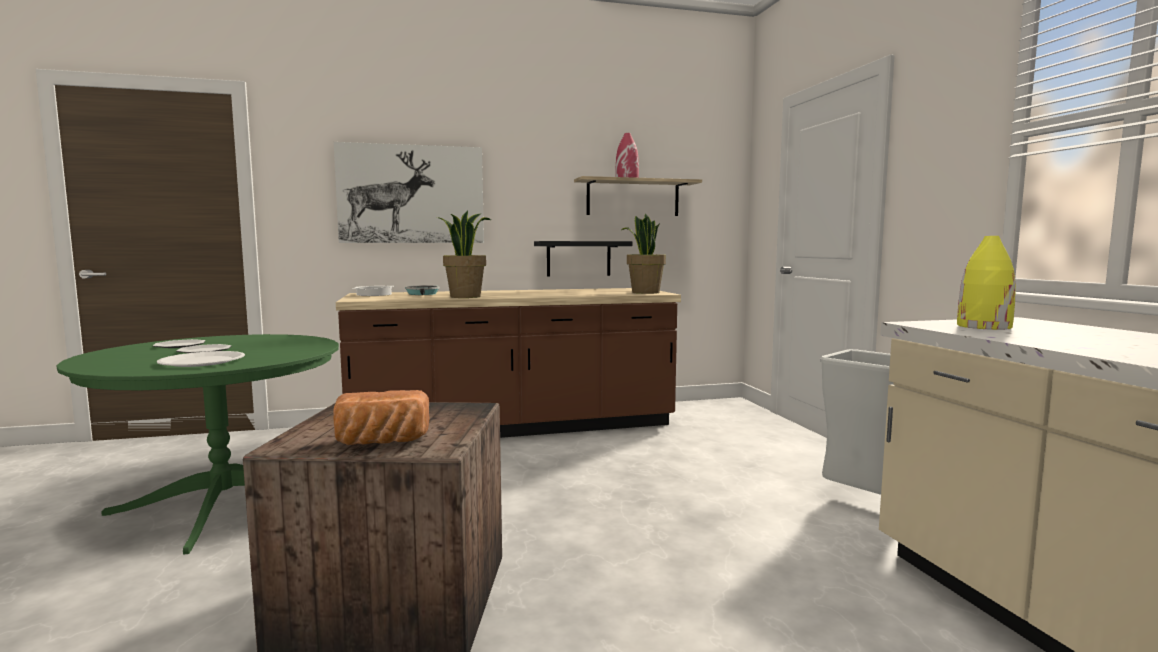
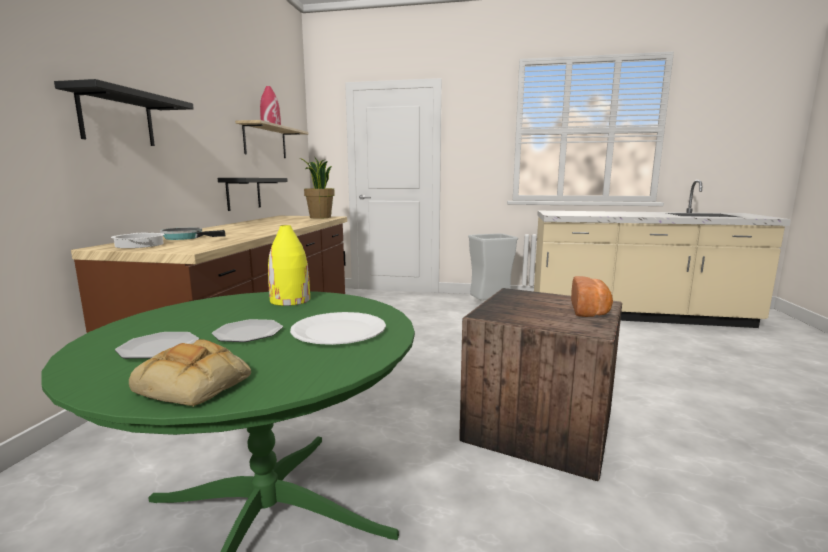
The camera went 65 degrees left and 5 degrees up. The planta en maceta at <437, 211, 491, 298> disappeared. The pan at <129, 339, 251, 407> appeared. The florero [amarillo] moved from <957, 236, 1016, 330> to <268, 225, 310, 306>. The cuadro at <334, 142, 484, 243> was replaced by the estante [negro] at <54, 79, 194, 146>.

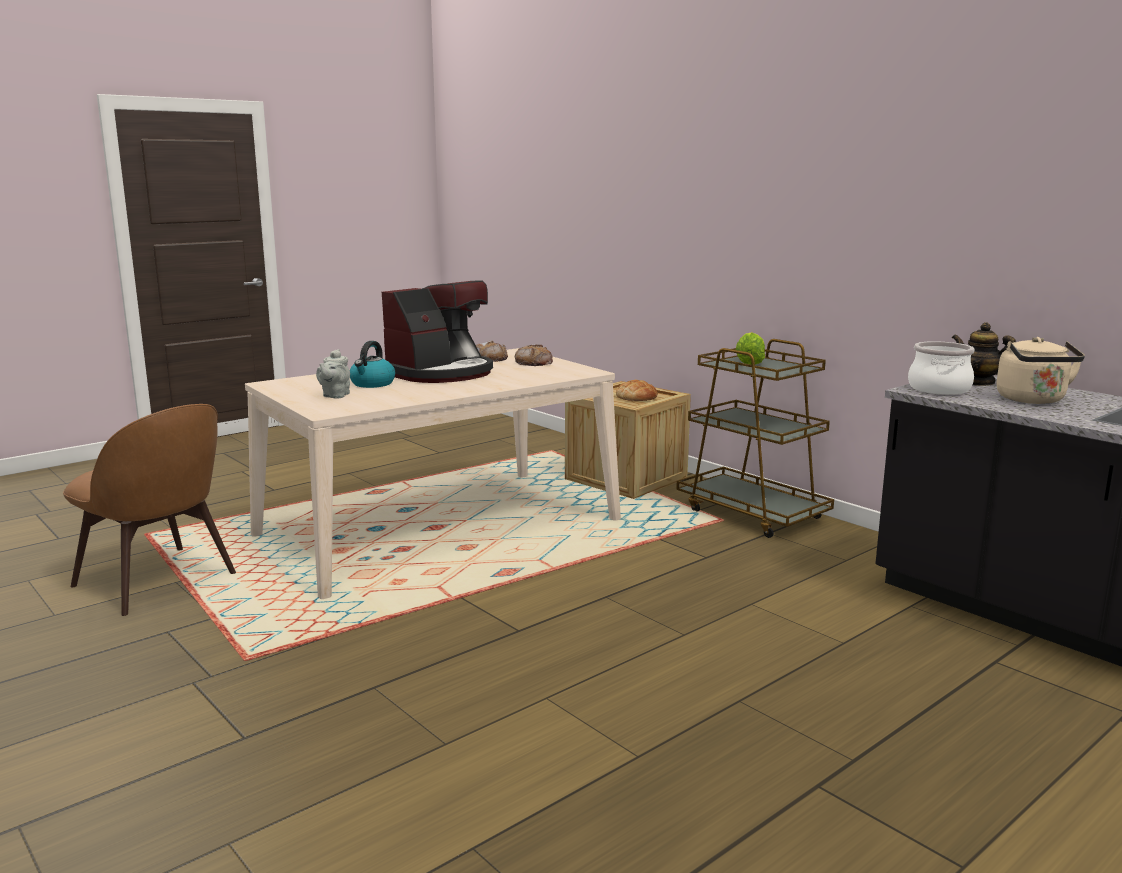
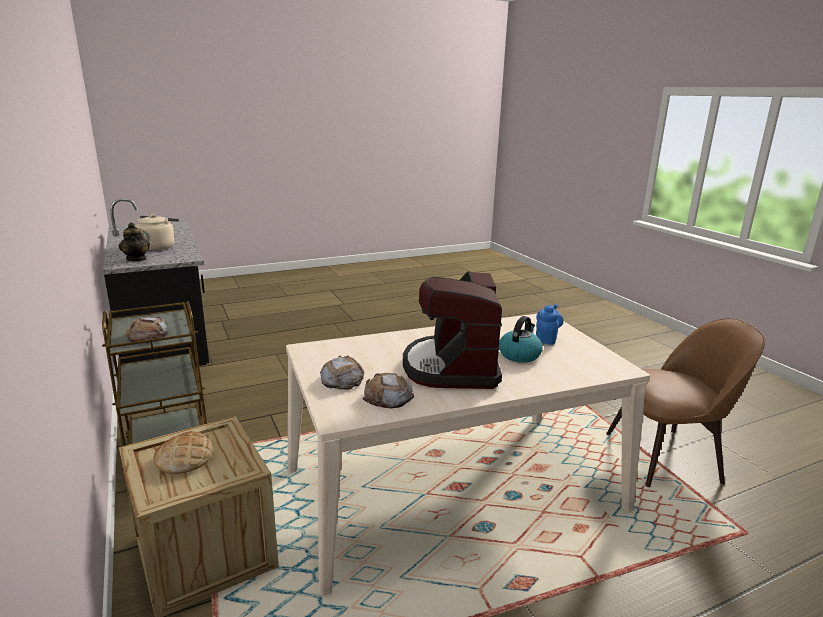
The camera went 165 degrees left and 5 degrees up. The olla at <908, 341, 975, 395> disappeared. The lechuga at <735, 332, 765, 365> was replaced by the pan at <126, 316, 169, 343>. The tetera [gris] at <316, 349, 350, 399> became the tetera [azul] at <536, 304, 563, 345>. The silla [marrón] at <63, 404, 236, 616> turned 120 degrees clockwise. The cafetera at <382, 280, 493, 383> turned 60 degrees counterclockwise.

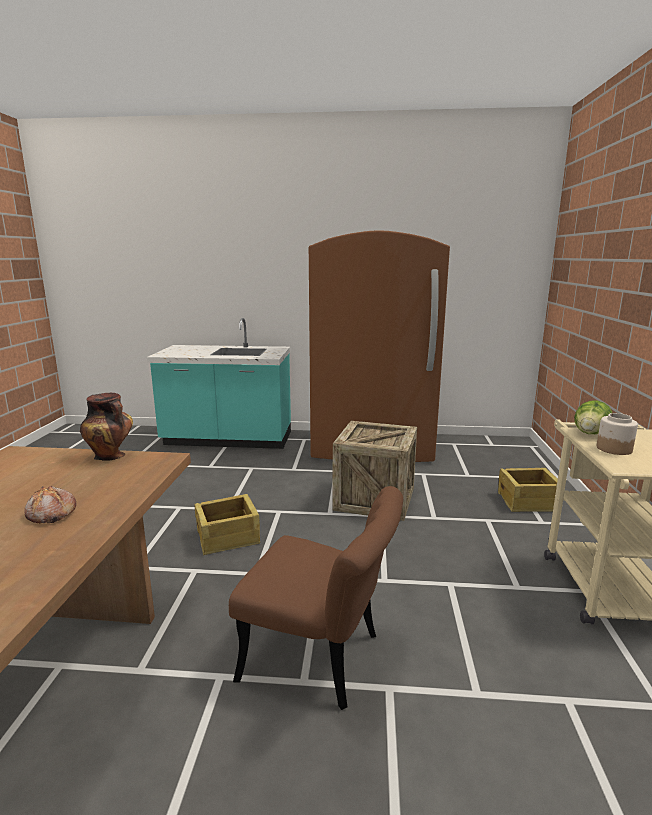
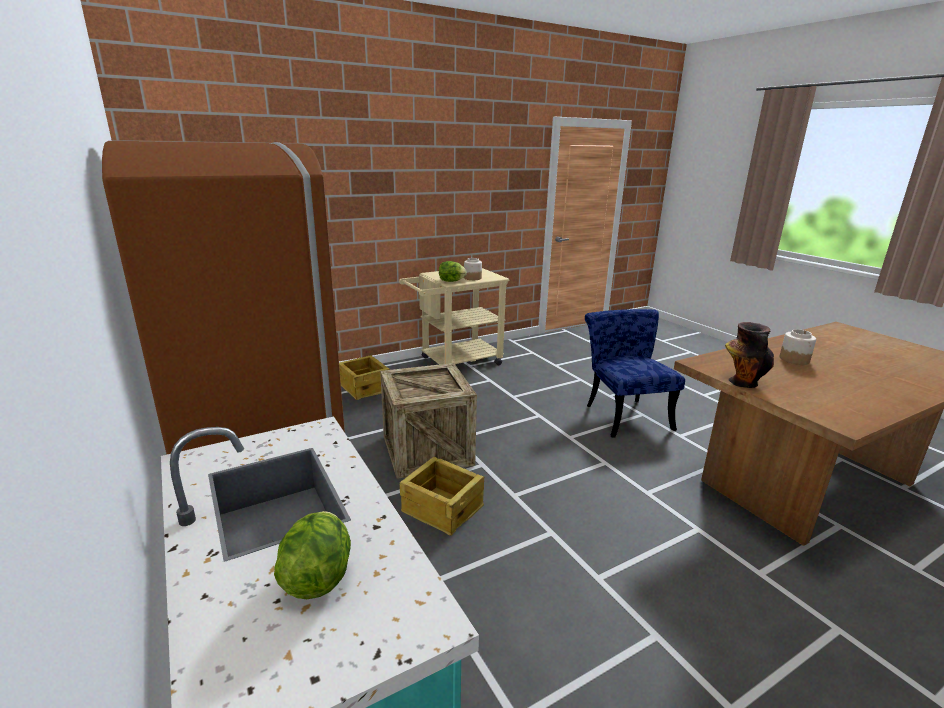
The camera went 125 degrees left and 5 degrees up. The lechuga at <274, 511, 351, 599> appeared. The caja de embalaje moved from <194, 494, 260, 556> to <400, 457, 484, 536>. The pan at <24, 486, 76, 523> was replaced by the tarro at <779, 329, 816, 365>. The silla [marrón] at <229, 486, 403, 710> became the silla [azul] at <585, 309, 685, 438>.

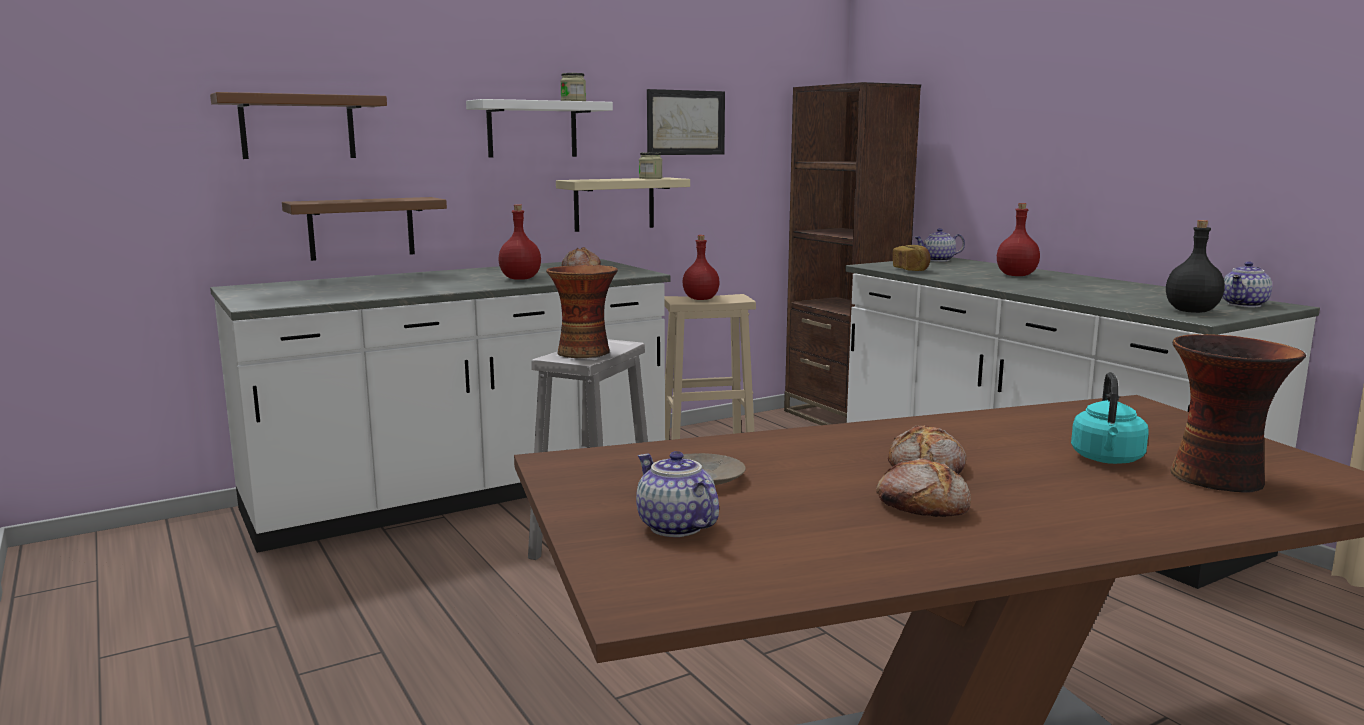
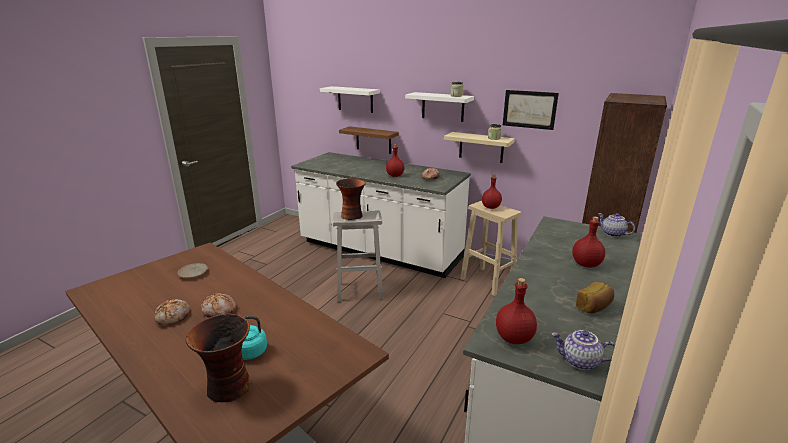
The camera went 60 degrees right and 10 degrees up. The tetera at <636, 451, 719, 537> disappeared. The pan moved from <893, 245, 930, 271> to <576, 282, 614, 314>. The estante [marrón] at <210, 92, 387, 159> became the estante [blanco] at <320, 86, 380, 113>. The botella [negro] at <1166, 220, 1225, 313> became the botella [rojo] at <496, 278, 537, 344>.

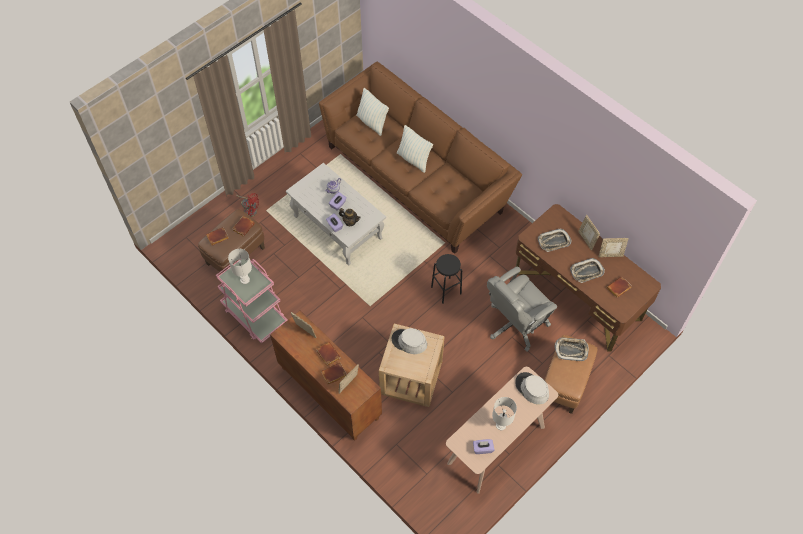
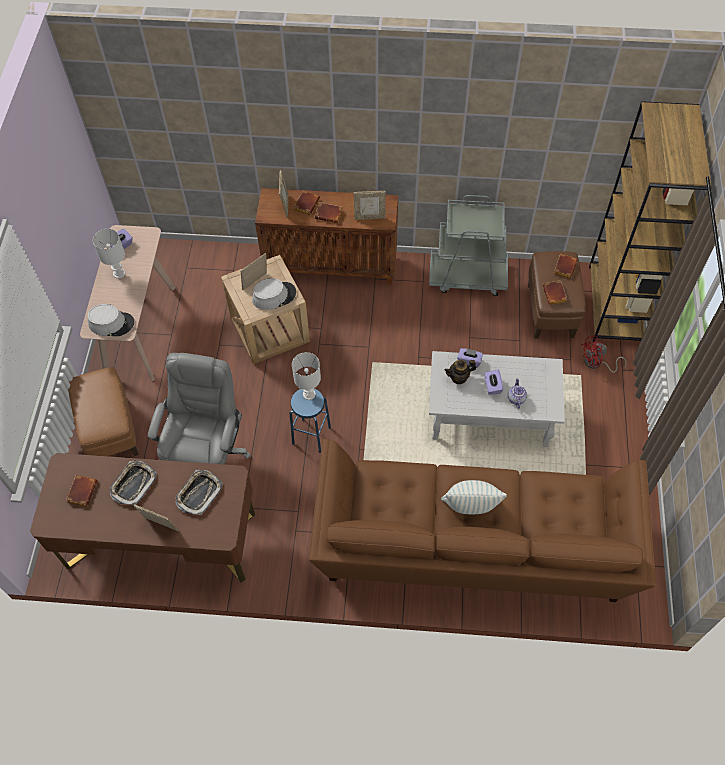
The camera went 140 degrees right and 0 degrees up. The cojín at <356, 88, 389, 136> disappeared. The bandeja at <554, 338, 589, 361> disappeared. The estantería [marrón] at <589, 101, 711, 342> appeared. The lámpara de mesa [blanco] moved from <228, 249, 252, 284> to <292, 352, 321, 400>. The portarretratos moved from <599, 238, 629, 257> to <240, 253, 267, 290>. The carrito [rosa] at <216, 259, 287, 343> became the carrito [gris] at <429, 195, 508, 296>. The taburete [negro] at <431, 254, 462, 304> became the taburete [azul] at <290, 389, 331, 453>.

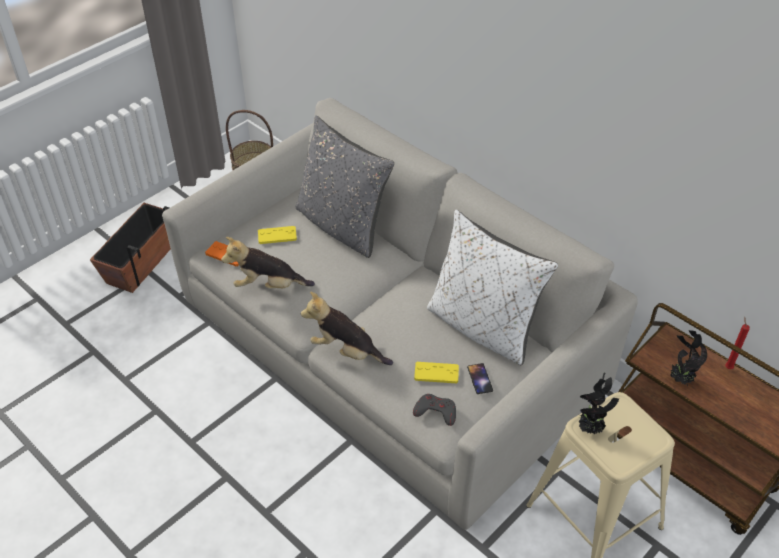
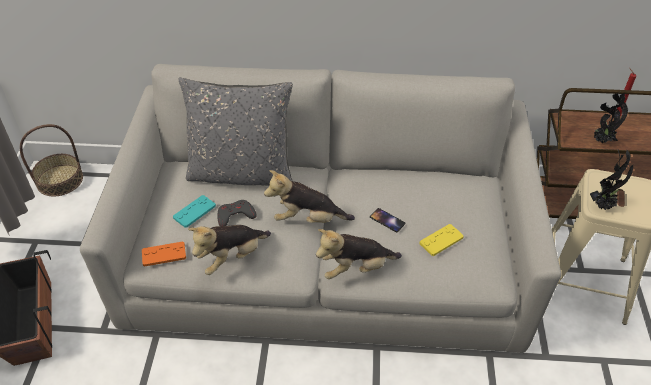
The camera went 40 degrees left and 0 degrees up. The cojín [blanco] at <427, 210, 558, 366> disappeared. The peluche at <264, 170, 355, 223> appeared. The mando de consola [gris] moved from <413, 394, 456, 426> to <217, 200, 257, 226>. The móvil moved from <467, 363, 493, 394> to <370, 208, 406, 232>. The mando de consola [amarillo] at <258, 226, 297, 244> became the mando de consola [turquesa] at <173, 195, 216, 228>.

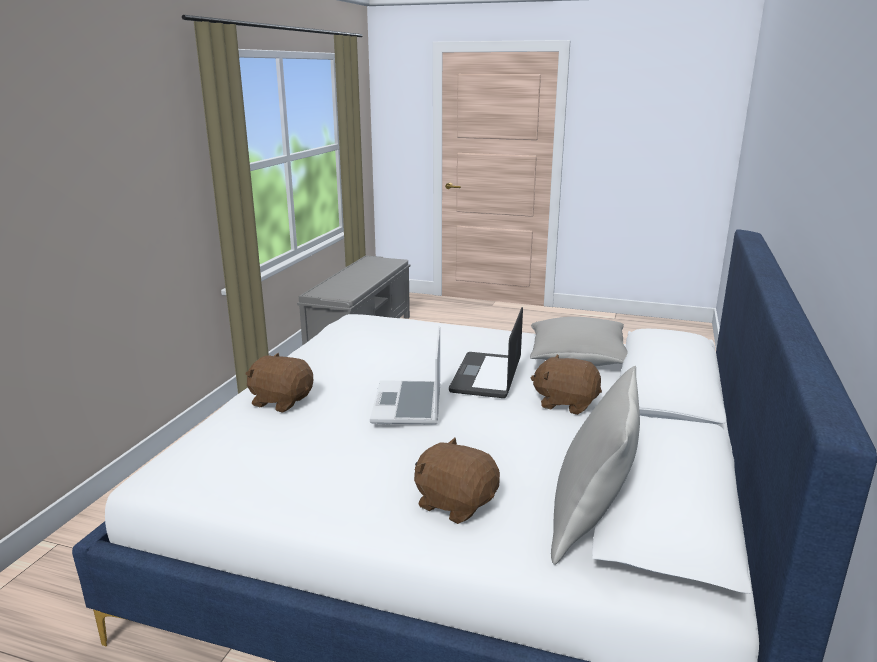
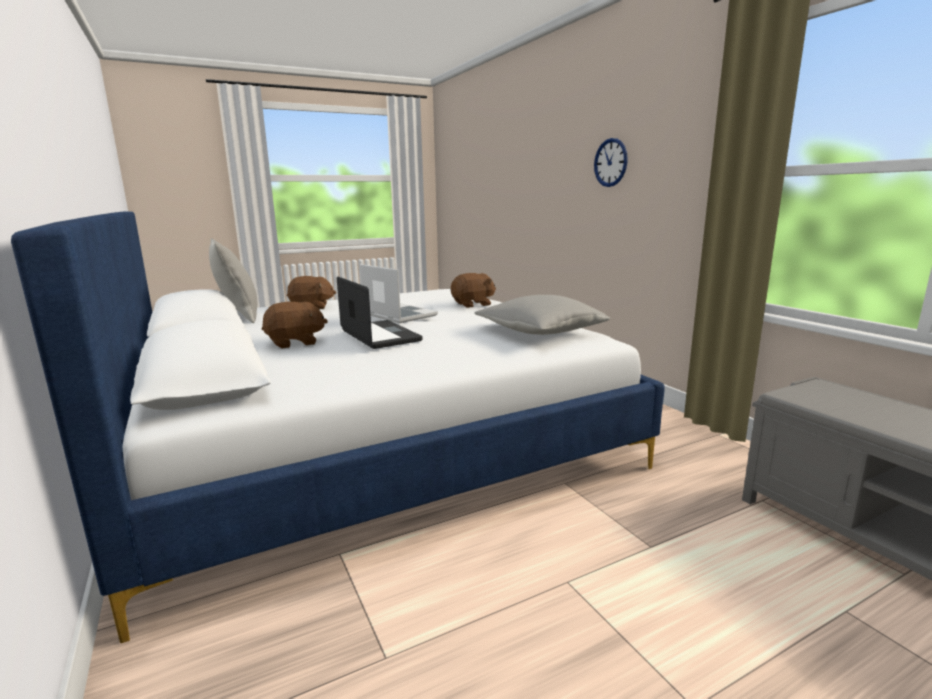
The camera went 135 degrees right and 5 degrees down. The reloj de pared at <594, 138, 628, 187> appeared. The cojín [gris] moved from <530, 317, 628, 366> to <475, 295, 610, 335>.

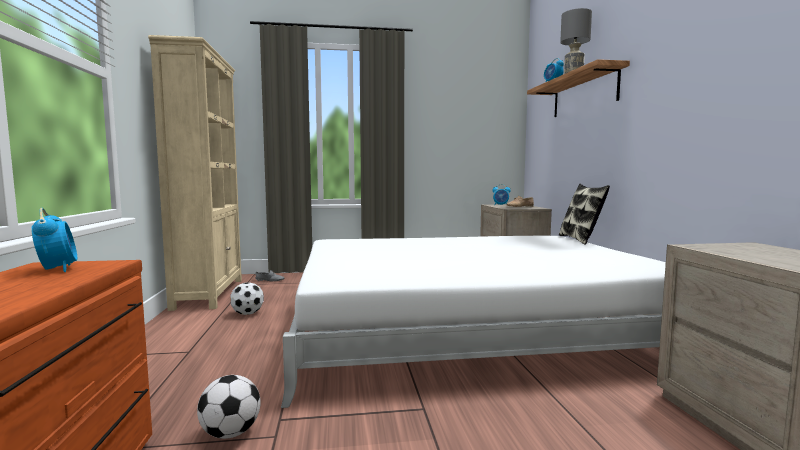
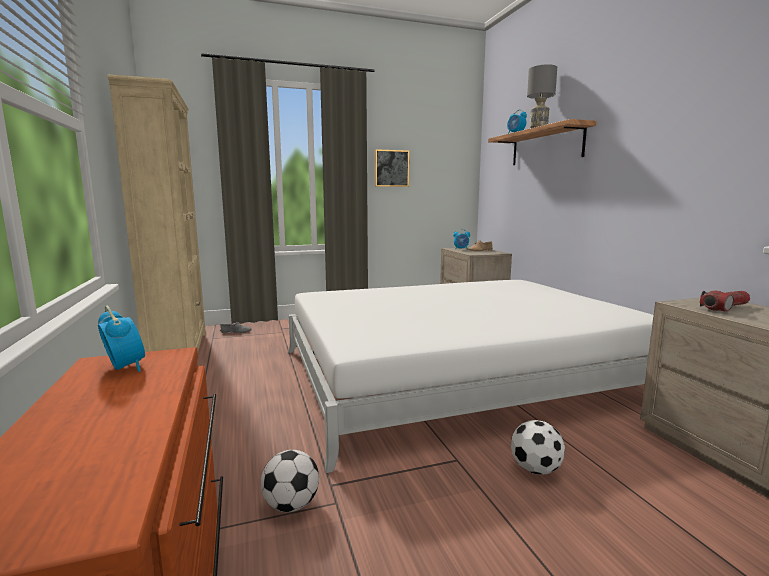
The camera went 10 degrees left and 5 degrees up. The cojín at <559, 184, 610, 245> disappeared. The cuadro at <375, 149, 409, 187> appeared. The linterna at <700, 290, 750, 312> appeared. The balón de fútbol moved from <230, 282, 264, 315> to <511, 420, 565, 475>.

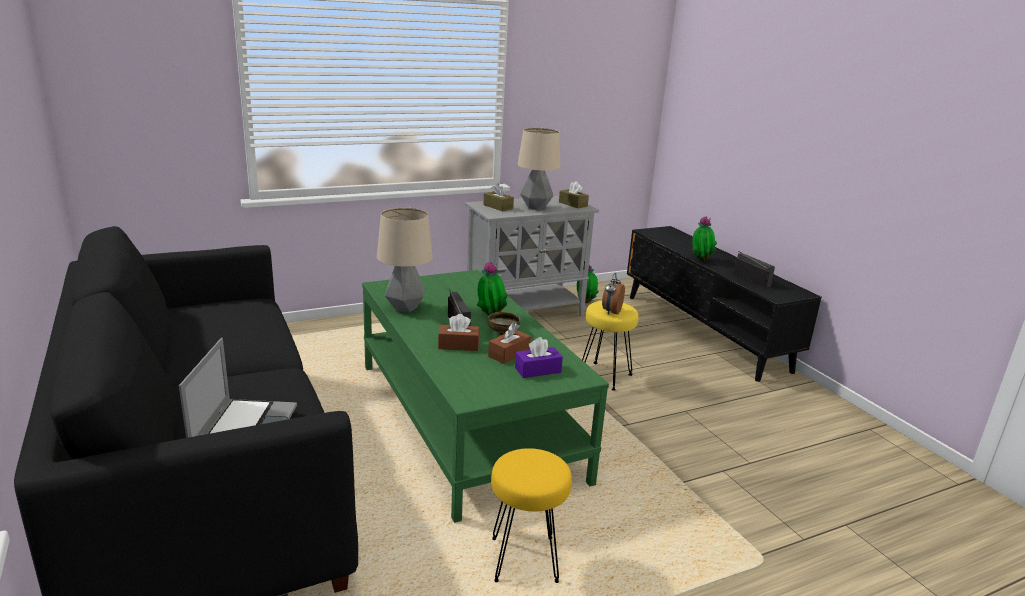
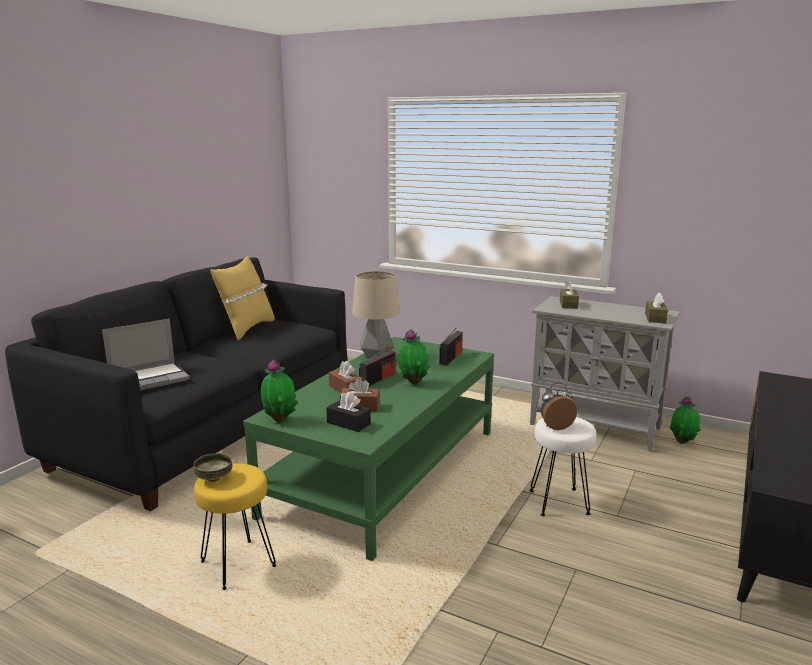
The camera went 55 degrees right and 5 degrees down. The lámpara de mesa at <518, 128, 560, 210> disappeared. The cojín [amarillo] at <210, 256, 275, 340> appeared. The cuenco moved from <488, 312, 520, 335> to <193, 453, 232, 482>. The planta en maceta moved from <692, 216, 717, 261> to <261, 360, 298, 422>. The radio moved from <734, 251, 775, 288> to <439, 328, 463, 366>. The caja de pañuelos [morado] at <515, 337, 563, 378> became the caja de pañuelos [negro] at <326, 392, 371, 432>. The taburete [amarillo] at <582, 301, 638, 391> became the taburete [blanco] at <529, 417, 597, 516>.

